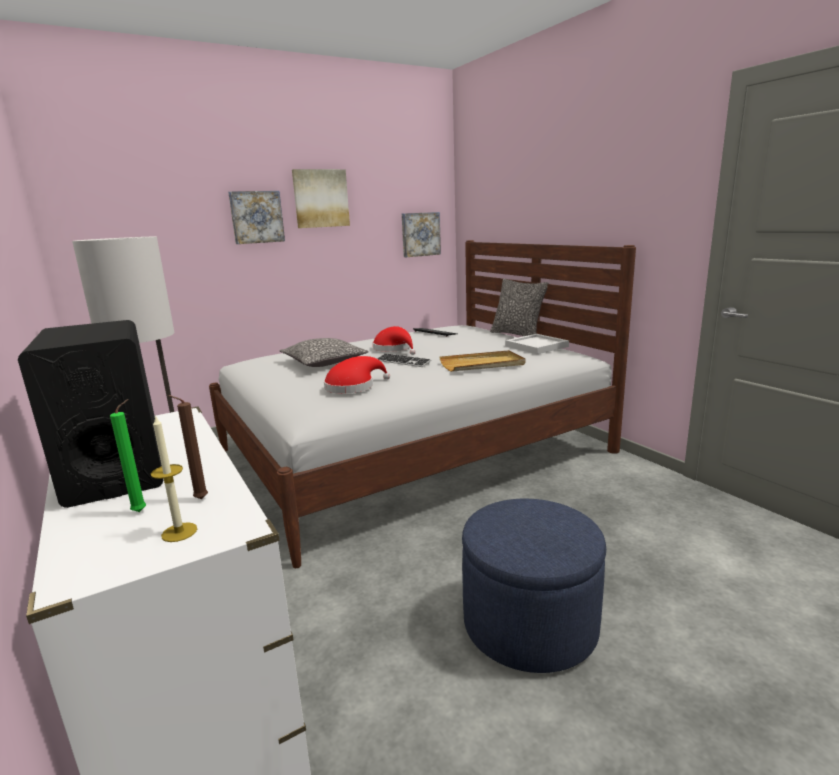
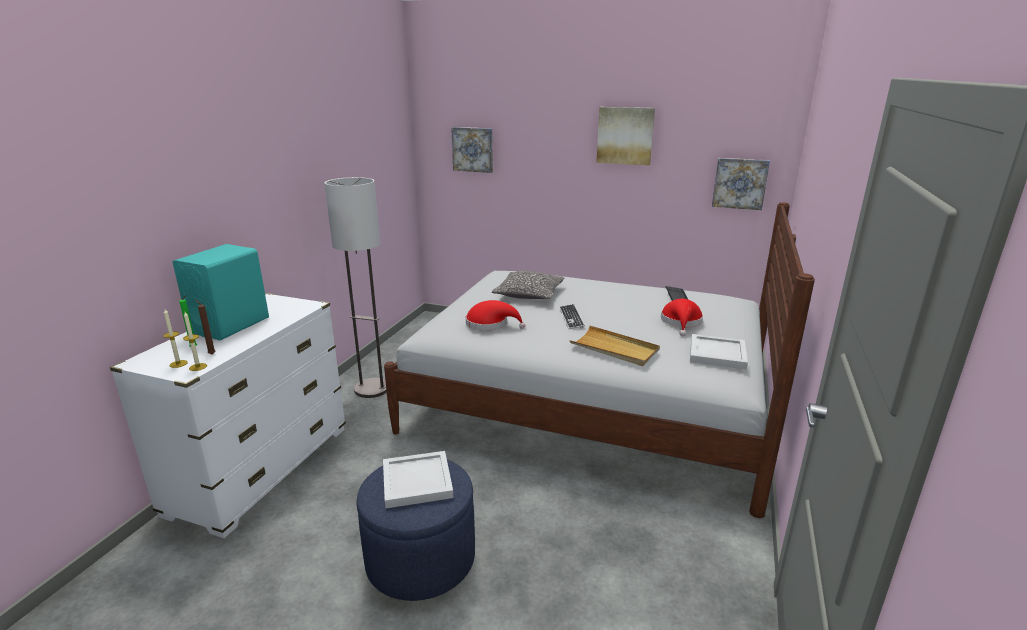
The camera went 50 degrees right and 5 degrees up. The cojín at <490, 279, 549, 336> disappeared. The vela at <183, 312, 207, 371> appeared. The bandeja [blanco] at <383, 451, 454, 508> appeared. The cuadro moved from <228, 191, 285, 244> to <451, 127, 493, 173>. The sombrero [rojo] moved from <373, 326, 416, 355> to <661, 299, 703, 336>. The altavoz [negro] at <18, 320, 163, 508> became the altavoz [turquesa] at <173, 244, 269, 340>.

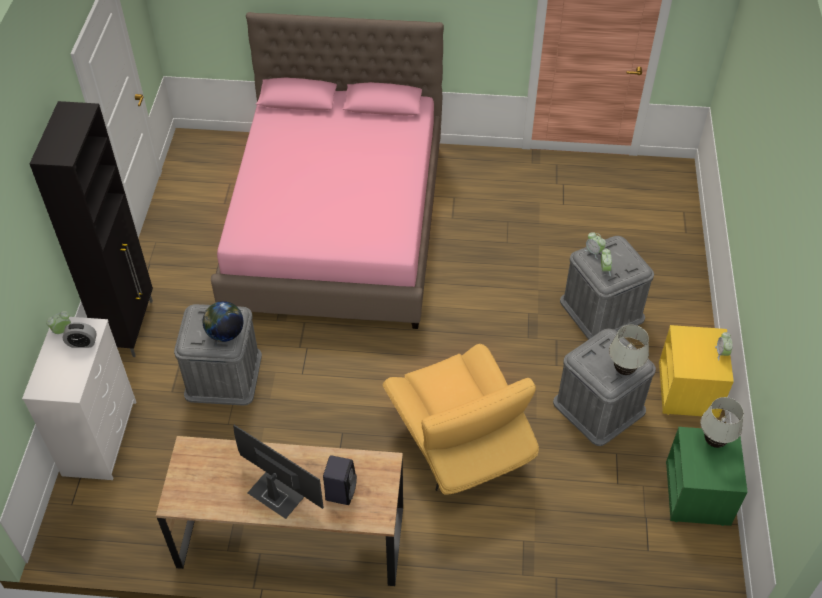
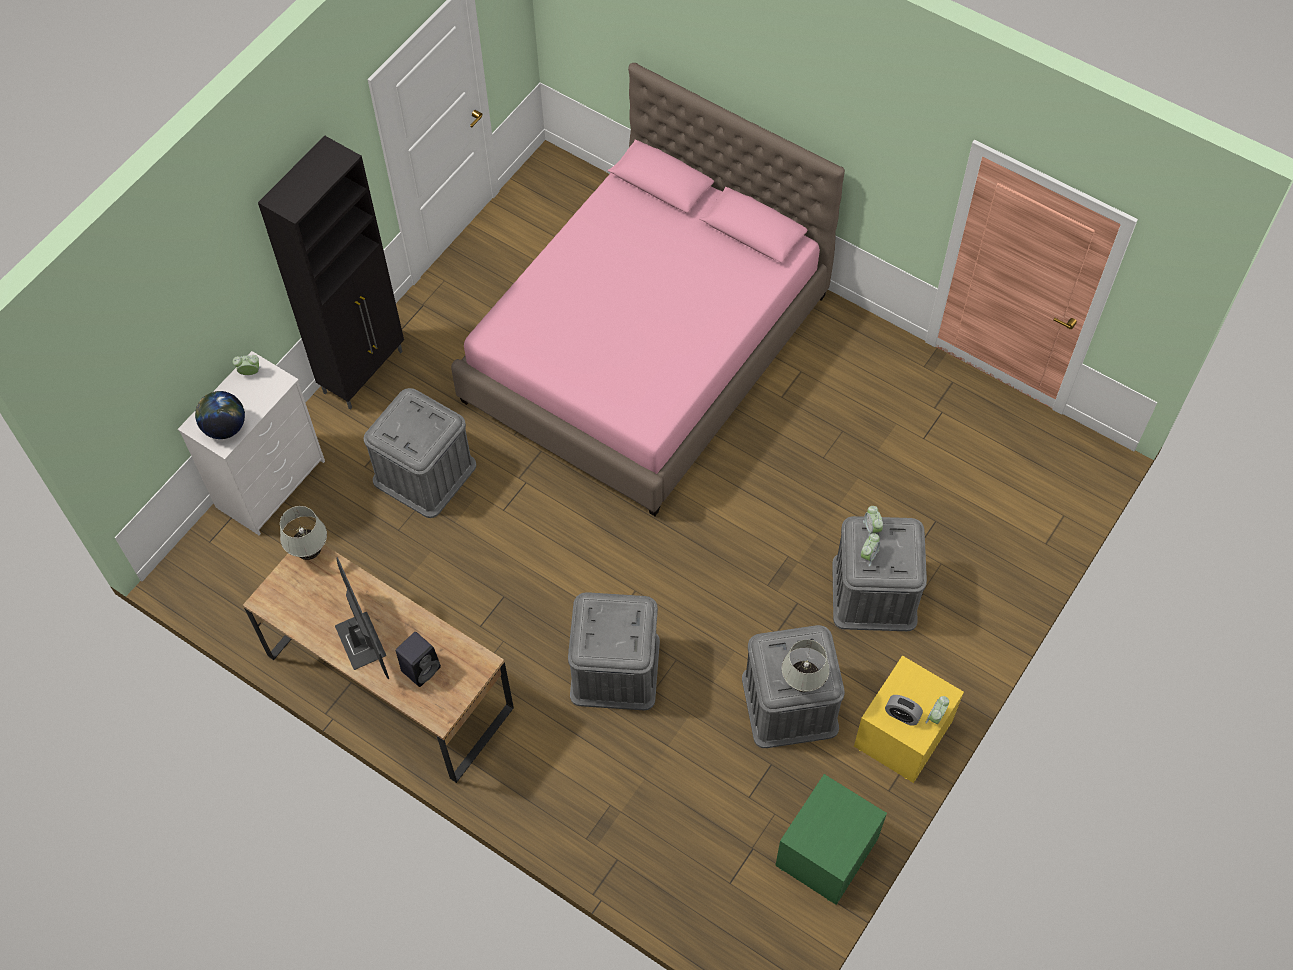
The camera went 30 degrees right and 10 degrees up. The despertador moved from <63, 322, 97, 348> to <885, 695, 923, 726>. The globo terráqueo moved from <203, 301, 244, 342> to <195, 391, 245, 439>. The lámpara de mesa [blanco] moved from <700, 397, 744, 448> to <280, 506, 327, 560>. The sillón [amarillo] at <383, 344, 539, 495> was replaced by the caja de almacenaje [gris] at <568, 592, 660, 710>.

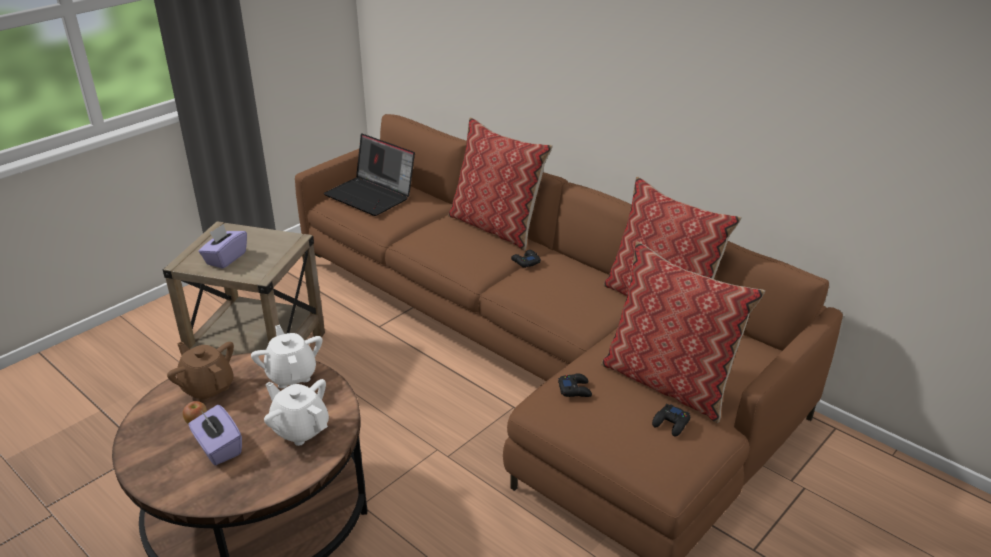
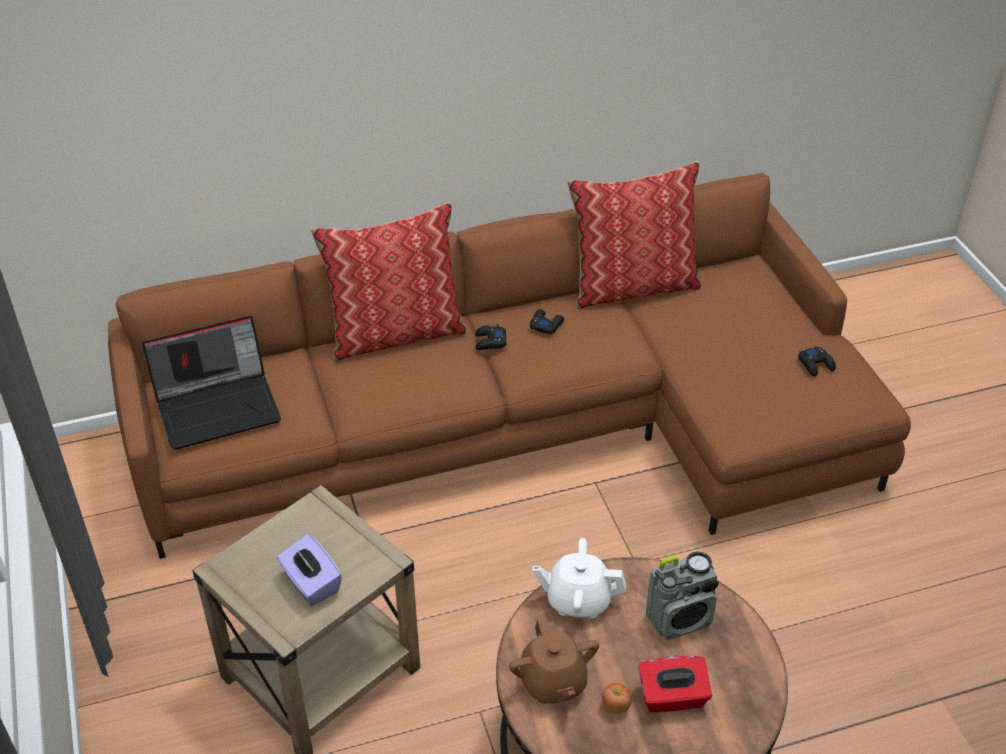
The camera went 60 degrees left and 10 degrees up. The cojín at <601, 241, 765, 423> disappeared. The mando de consola [negro] moved from <558, 373, 592, 397> to <530, 310, 564, 334>. The tetera [blanco] at <264, 379, 329, 446> was replaced by the radio at <646, 552, 719, 640>. The caja de pañuelos [morado] at <188, 405, 242, 465> became the caja de pañuelos [rojo] at <638, 656, 712, 713>. The tetera [marrón] at <167, 341, 234, 402> turned 90 degrees counterclockwise.

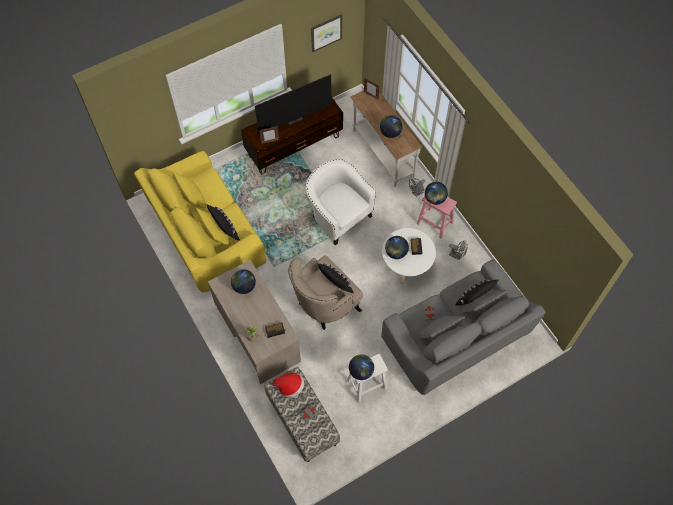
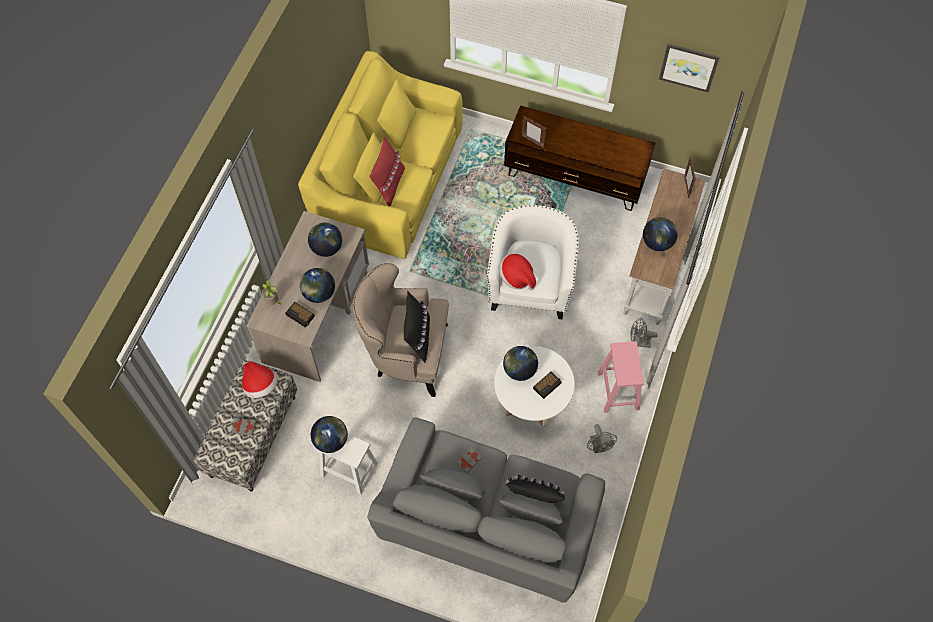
The camera went 50 degrees right and 0 degrees up. The televisor at <255, 74, 332, 135> disappeared. The sombrero at <499, 253, 536, 290> appeared. The globo terráqueo moved from <425, 182, 448, 205> to <300, 268, 335, 303>. The cojín [negro] at <206, 204, 240, 241> became the cojín [rojo] at <369, 137, 405, 206>.

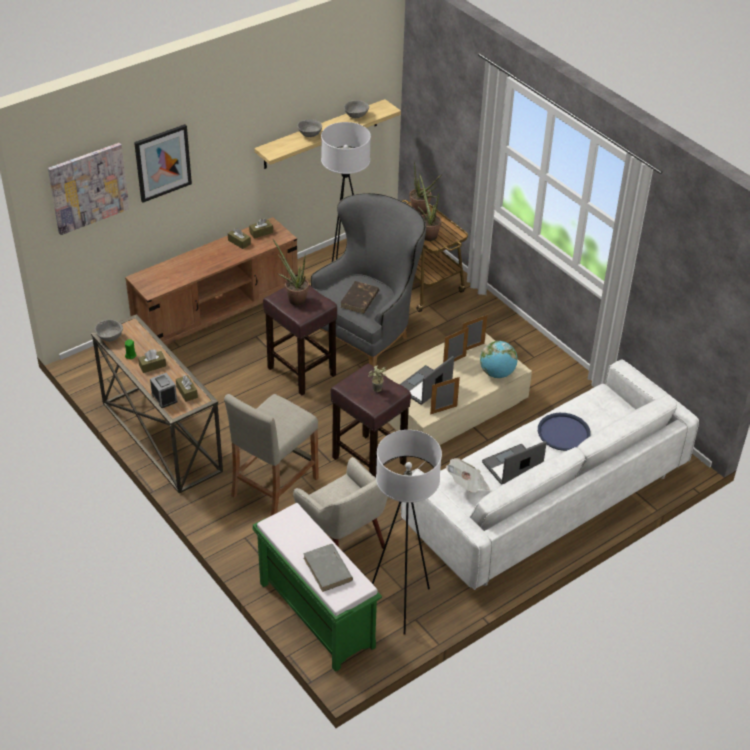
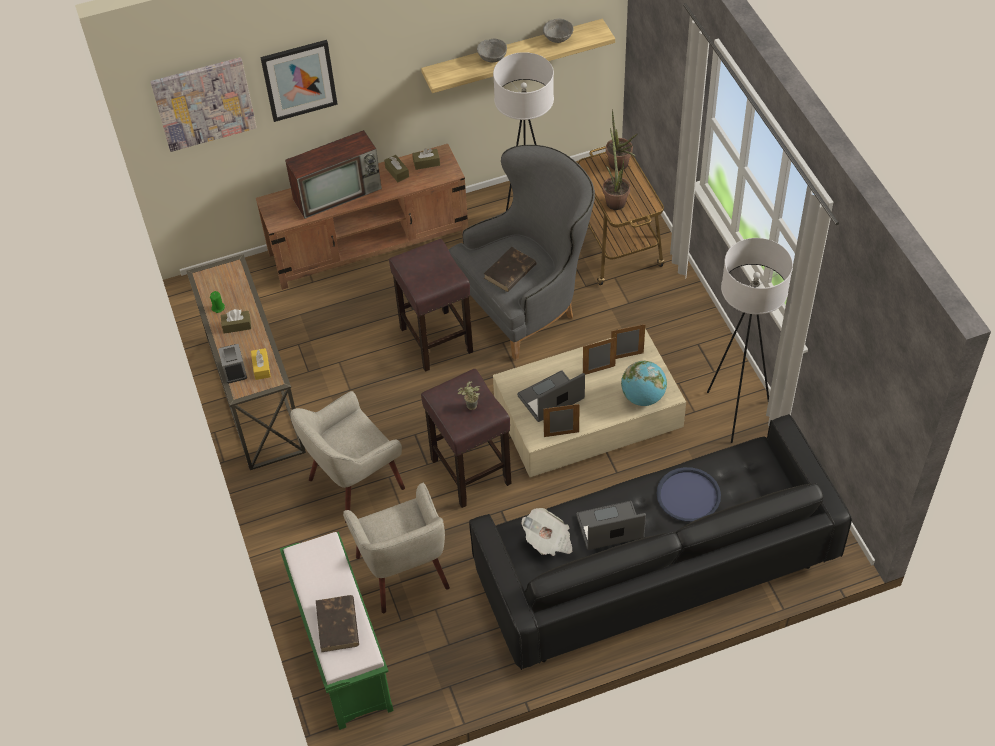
The camera went 20 degrees right and 10 degrees up. The cuenco [gris] at <95, 319, 123, 342> disappeared. The planta en maceta at <273, 240, 309, 306> disappeared. The televisor at <285, 130, 382, 219> appeared. The lámpara de pie [blanco] moved from <372, 430, 442, 635> to <707, 238, 793, 443>. The taburete [beis] at <224, 394, 319, 516> was replaced by the sillón [beis] at <291, 391, 405, 524>. The caja de pañuelos [marrón] at <176, 375, 198, 402> became the caja de pañuelos [amarillo] at <251, 348, 271, 380>. The libro [gris] at <303, 544, 353, 592> became the libro [marrón] at <316, 595, 359, 652>. The sofá [blanco] at <401, 359, 699, 590> became the sofá [negro] at <469, 414, 852, 670>.

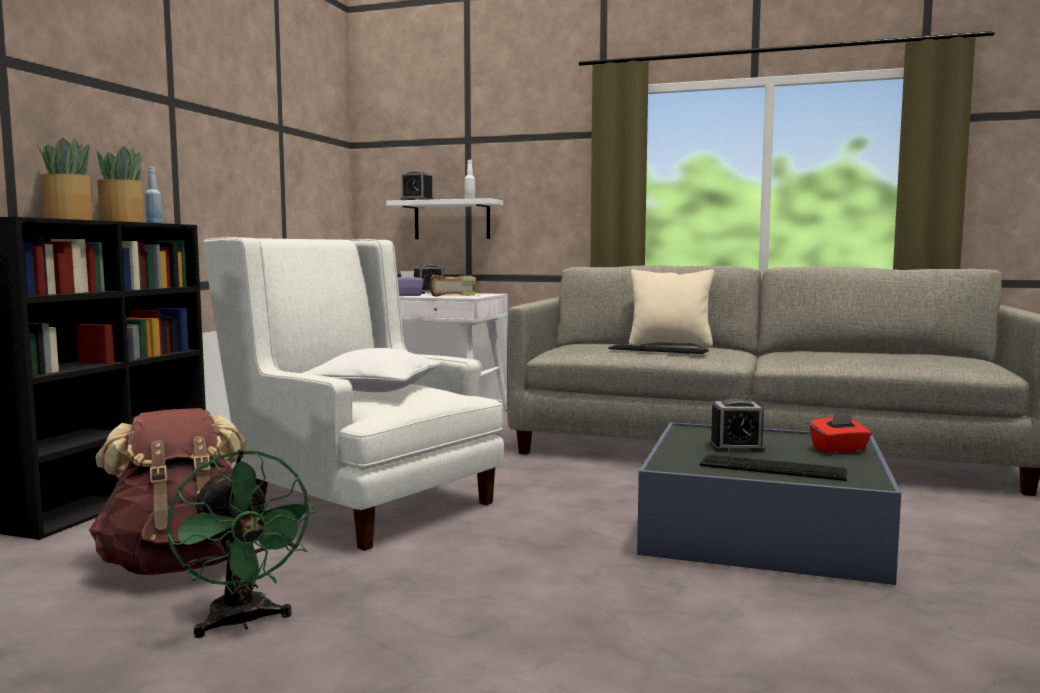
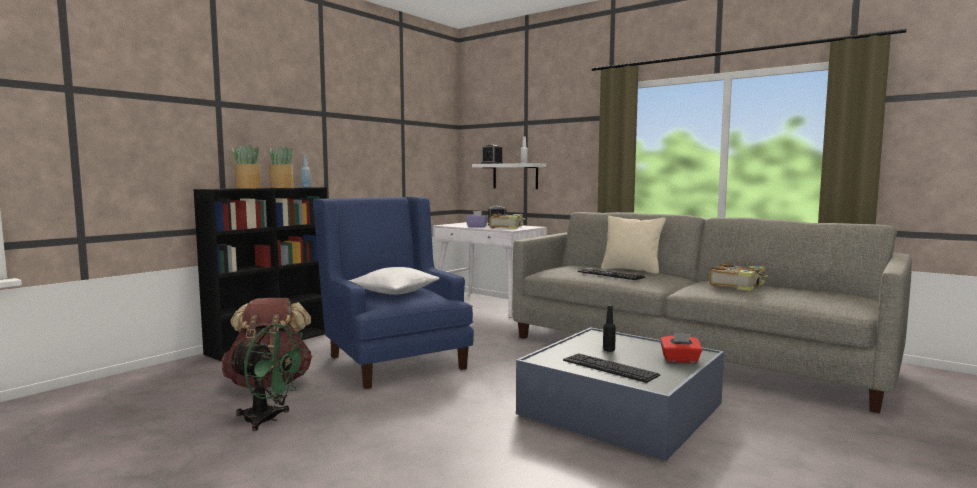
The camera went 20 degrees right and 0 degrees up. The libro at <709, 263, 768, 291> appeared. The despertador at <709, 398, 765, 452> was replaced by the botella [negro] at <603, 305, 616, 352>. The sillón [blanco] at <203, 237, 504, 551> became the sillón [azul] at <313, 197, 474, 389>. The ventilador [verde] at <167, 450, 316, 638> turned 60 degrees counterclockwise.

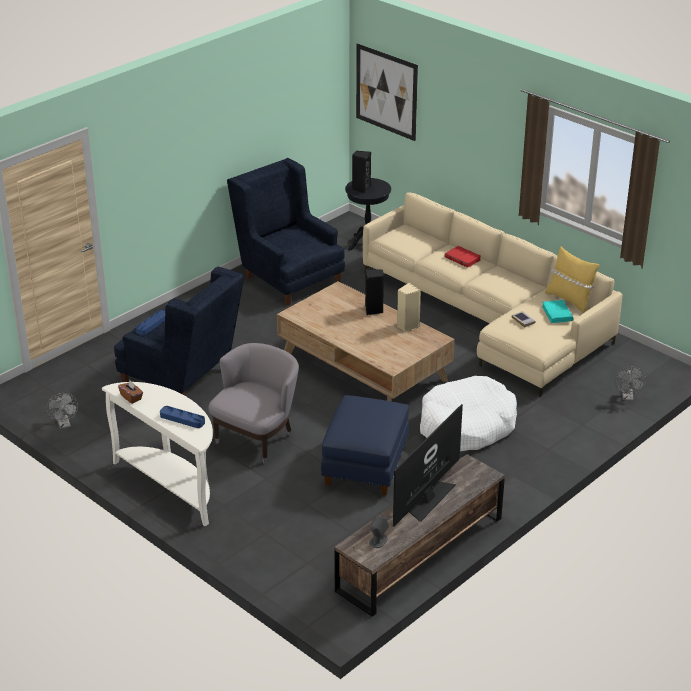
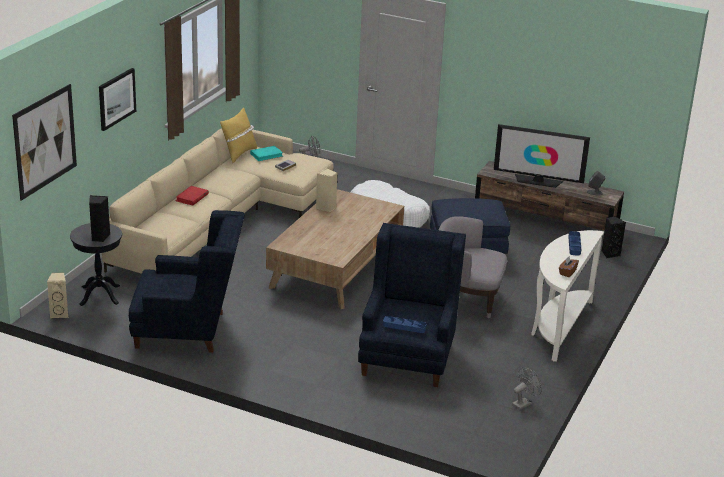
The camera went 110 degrees left and 5 degrees down. The altavoz [beis] at <47, 273, 69, 318> appeared. The cuadro at <99, 68, 136, 131> appeared. The altavoz [negro] moved from <365, 269, 384, 315> to <602, 216, 626, 258>. The sillón [azul] at <227, 158, 345, 306> turned 120 degrees counterclockwise.

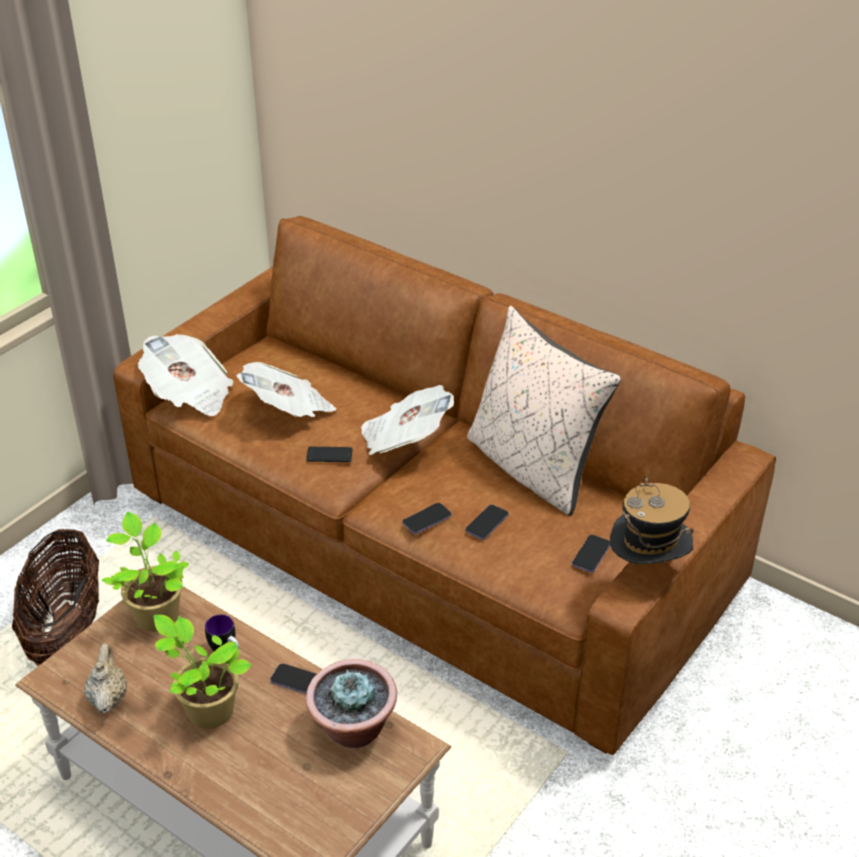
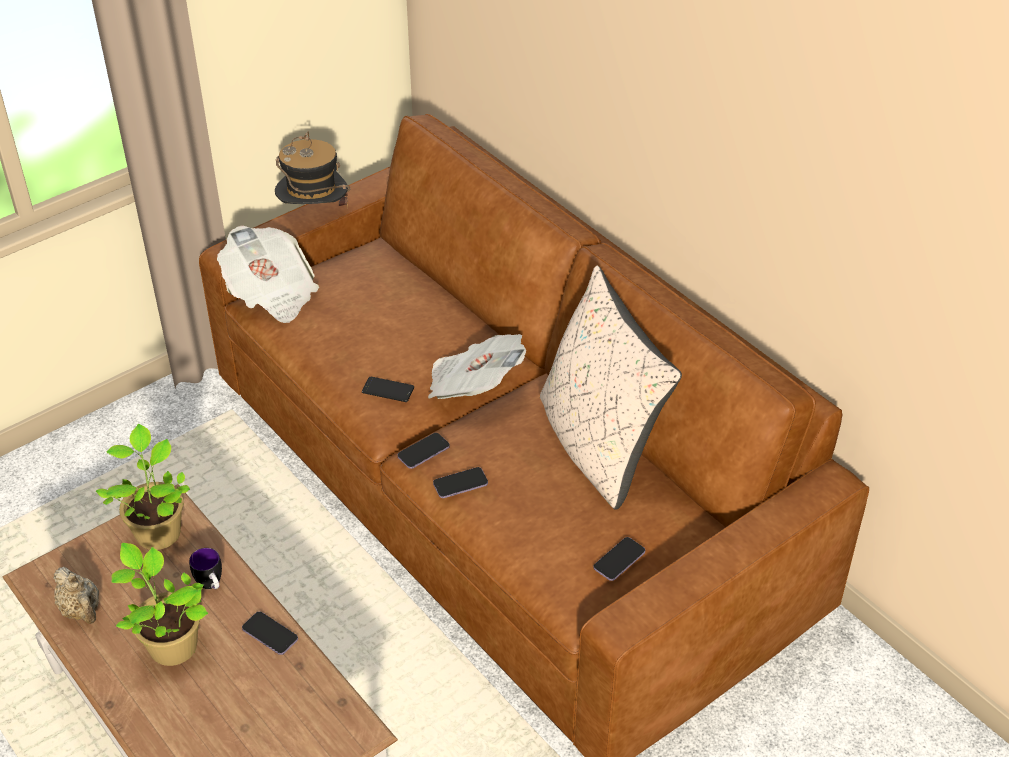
The camera went 15 degrees right and 5 degrees up. The cesta at <12, 528, 99, 666> disappeared. The periódico at <236, 362, 336, 417> disappeared. The planta en maceta at <306, 659, 397, 748> disappeared. The móvil moved from <465, 505, 509, 540> to <397, 433, 450, 469>. The sombrero moved from <610, 475, 694, 564> to <275, 131, 351, 209>. The tetera [beis] at <84, 643, 127, 714> turned 135 degrees clockwise.

